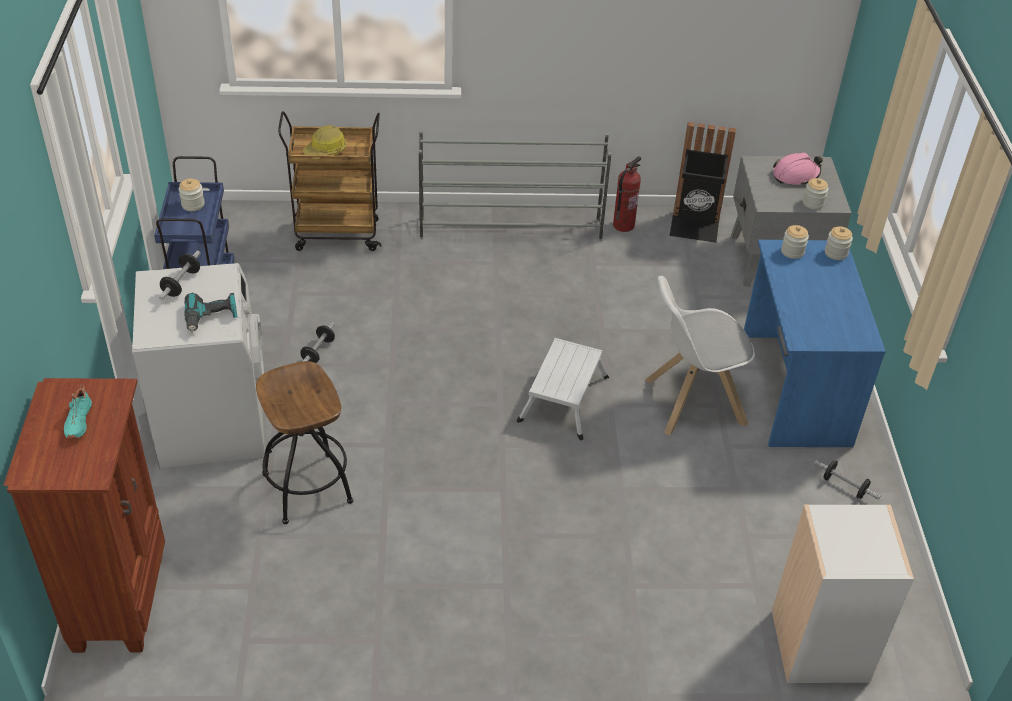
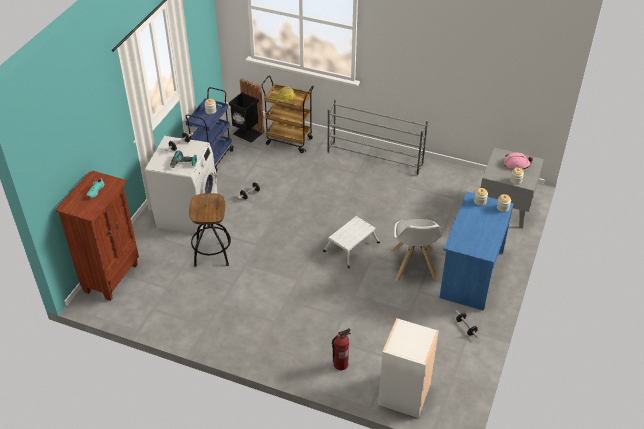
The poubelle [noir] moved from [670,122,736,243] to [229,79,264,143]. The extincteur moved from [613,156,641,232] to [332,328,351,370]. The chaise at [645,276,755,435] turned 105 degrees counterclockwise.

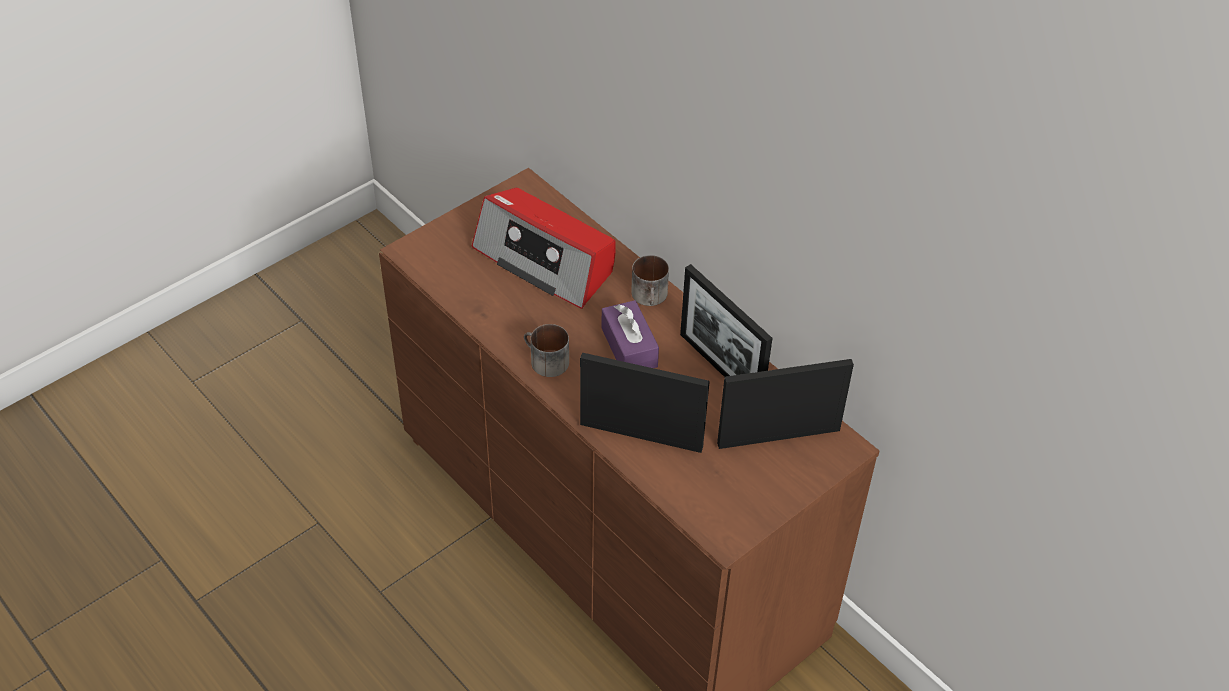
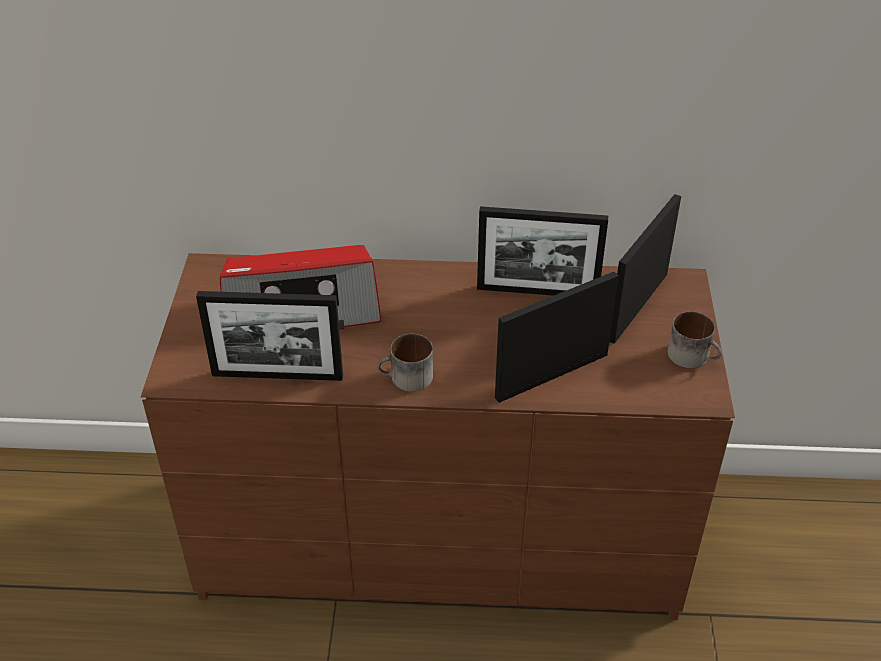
The cadre photo at [196,291,343,381] appeared. The mug moved from [631,255,669,306] to [668,312,722,368]. The boîte à mouchoirs [violet] at [601,300,659,368] disappeared.

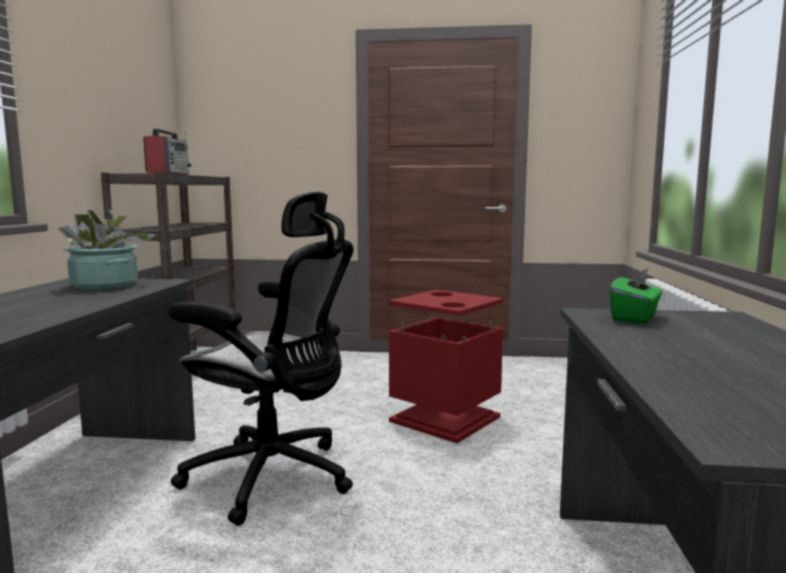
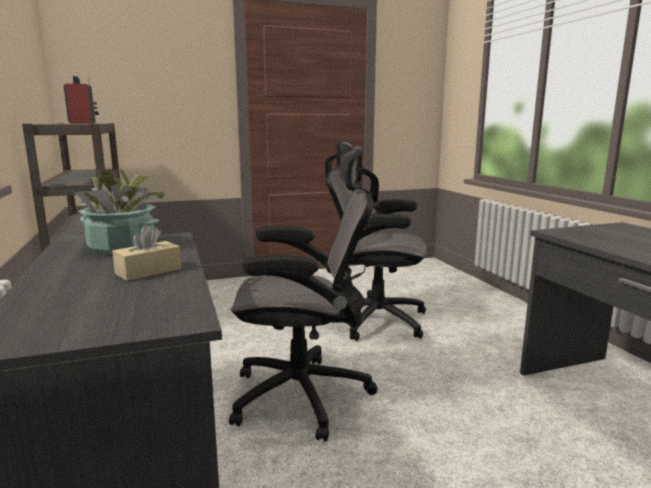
The boîte à mouchoirs [beige] at [112,225,181,281] appeared. The poubelle [rouge] at [389,290,504,443] was replaced by the chaise de bureau at [325,141,427,341]. The boîte à mouchoirs [vert] at [609,268,662,324] disappeared.

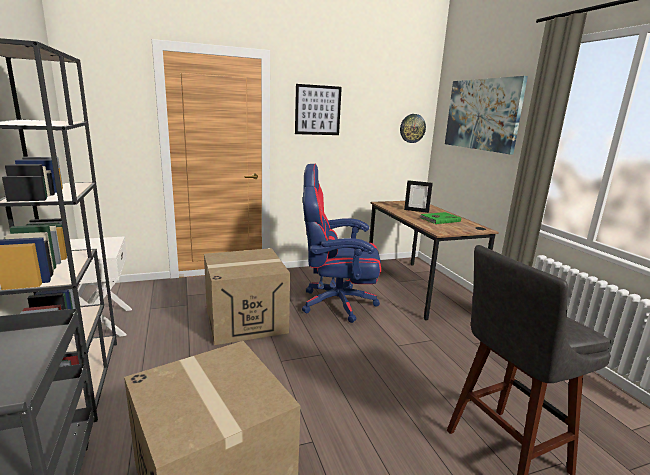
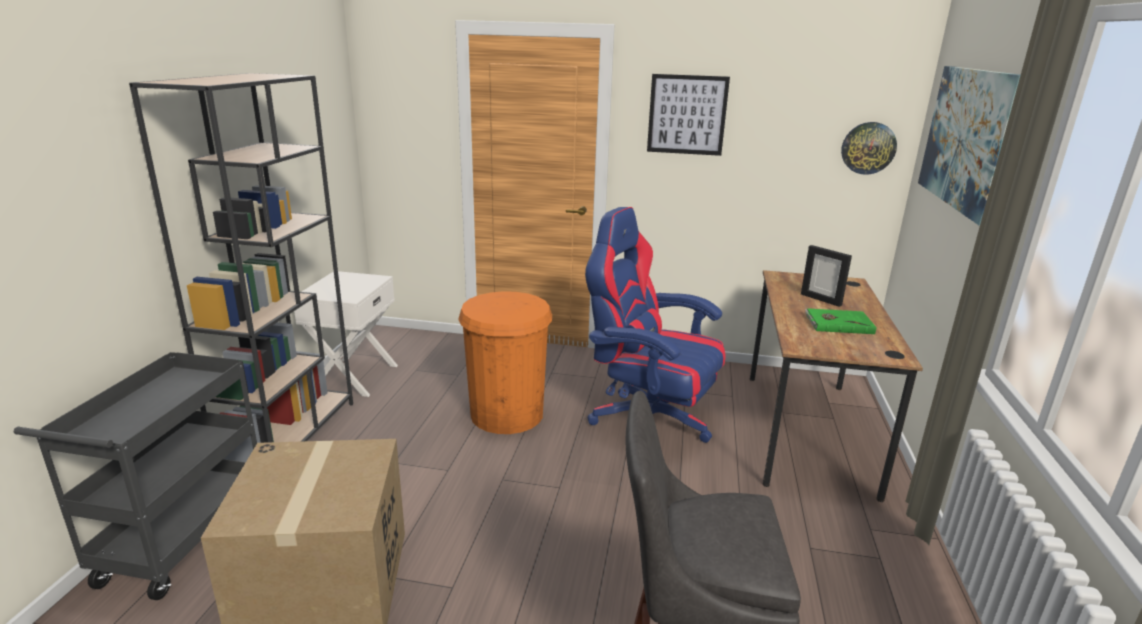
The carton at [204,248,290,345] was replaced by the poubelle [orange] at [458,291,552,434].

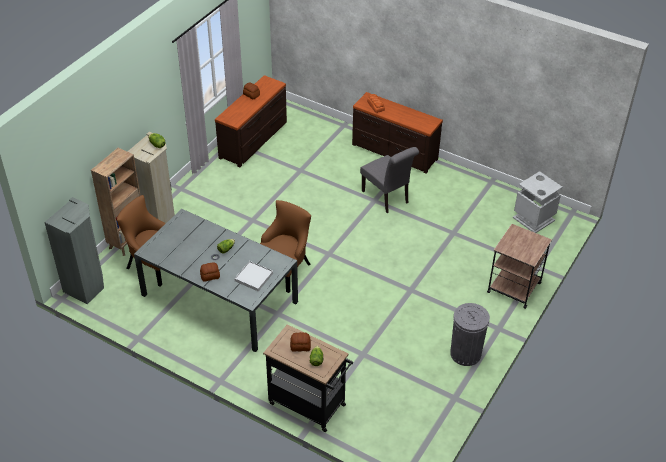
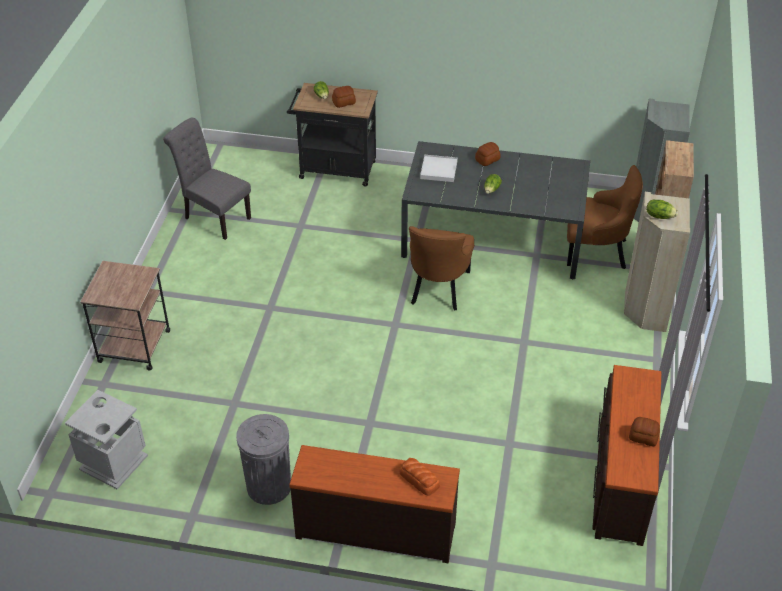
The chaise [gris] moved from [360,147,419,213] to [163,118,251,240]. The poubelle [gris] moved from [450,303,490,366] to [236,414,291,505].

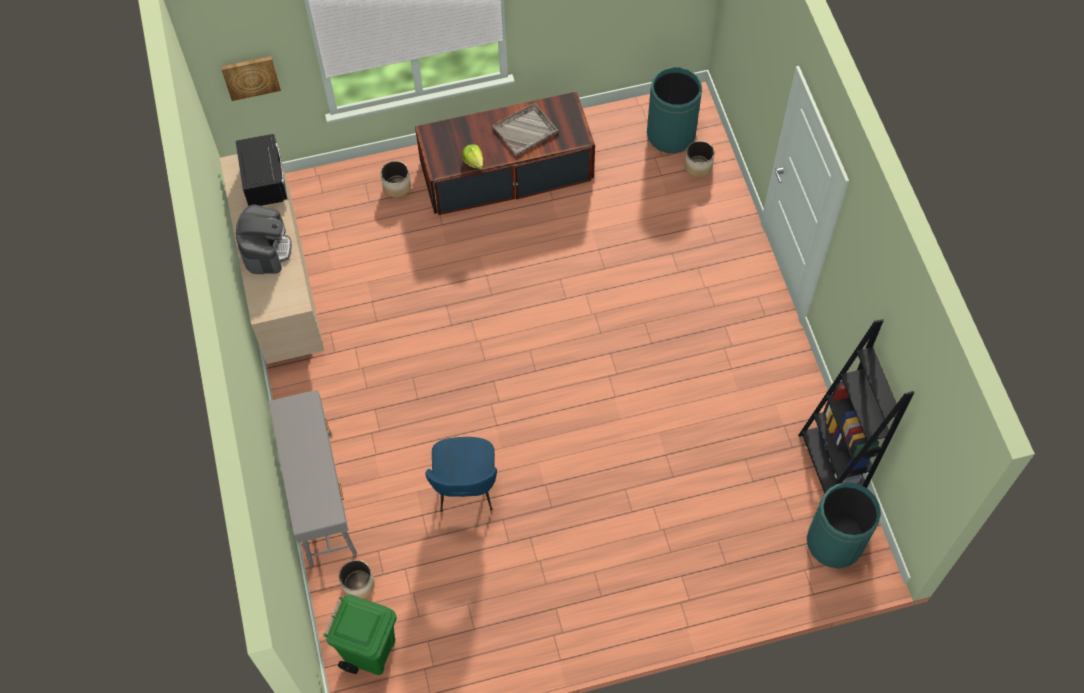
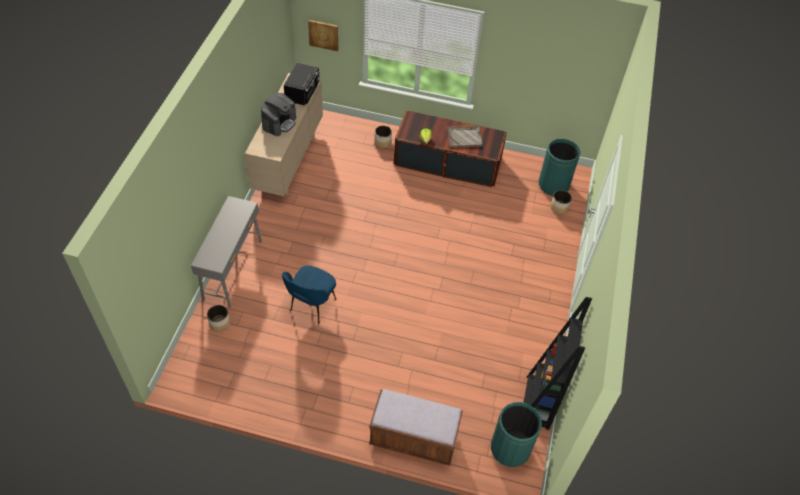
The banc [marron] at [369,389,463,466] appeared. The poubelle [vert] at [323,595,397,675] disappeared.

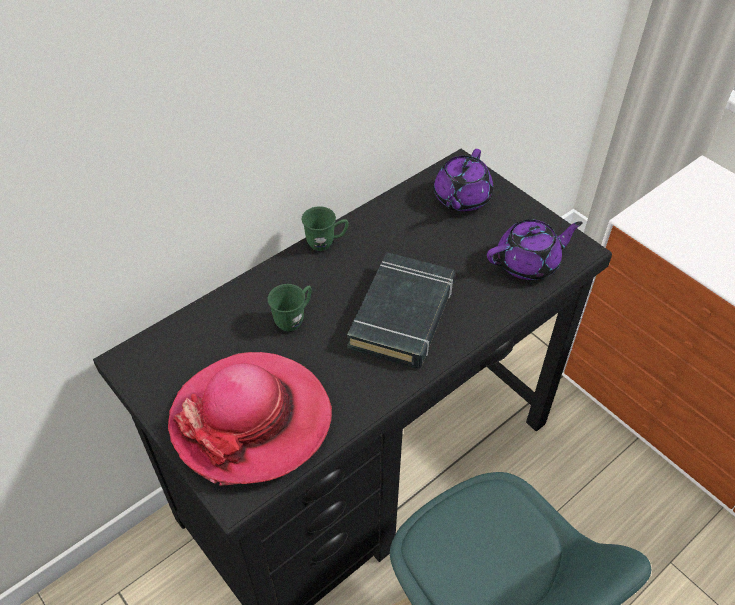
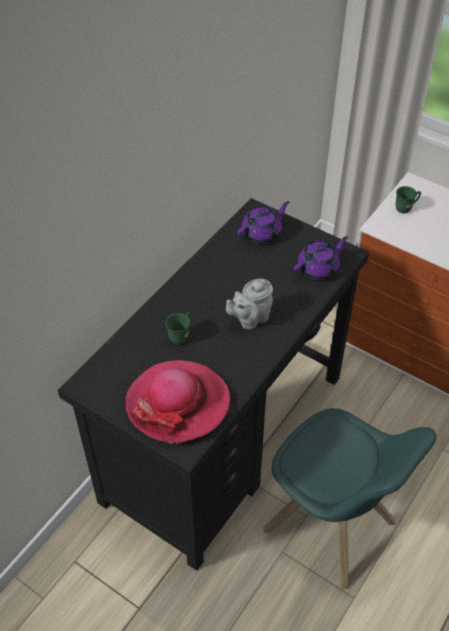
The livre [noir] at [347,252,455,369] was replaced by the théière [gris] at [226,279,273,330]. The théière [violet] at [434,149,493,211] turned 135 degrees counterclockwise. The mug [vert] moved from [302,206,349,251] to [395,186,421,213].

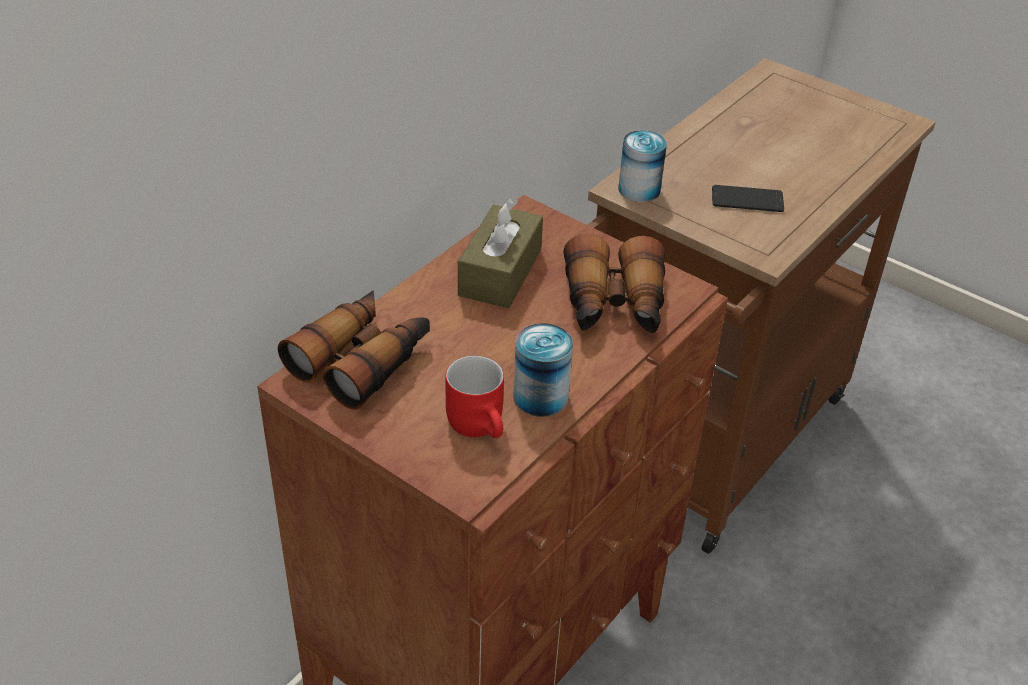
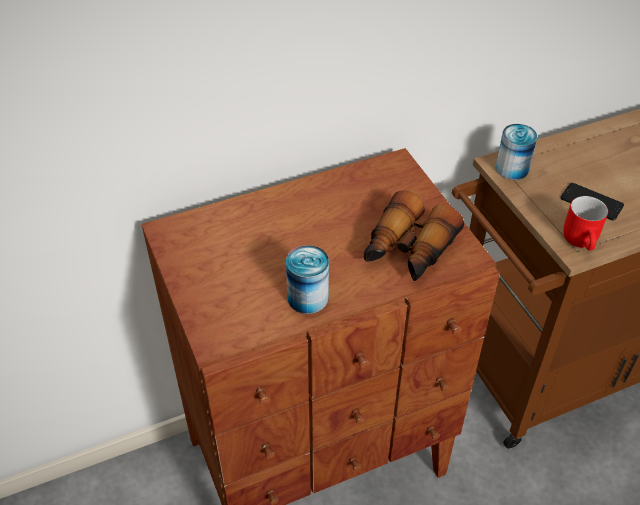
The mug [rouge] moved from [446,356,504,438] to [563,196,608,251]. The jumelles at [278,290,430,410] disappeared. The boîte à mouchoirs [marron] at [458,198,543,308] disappeared.

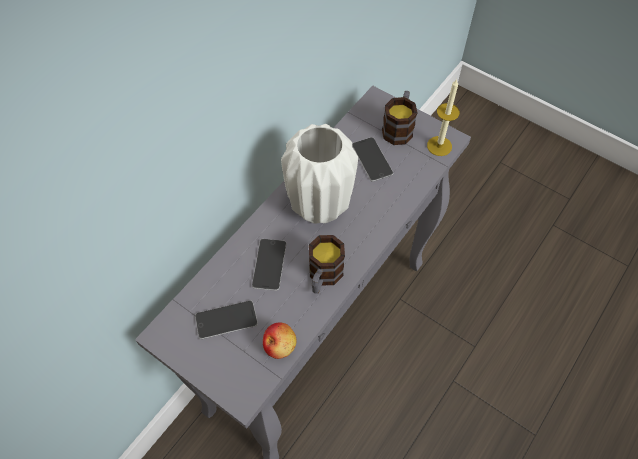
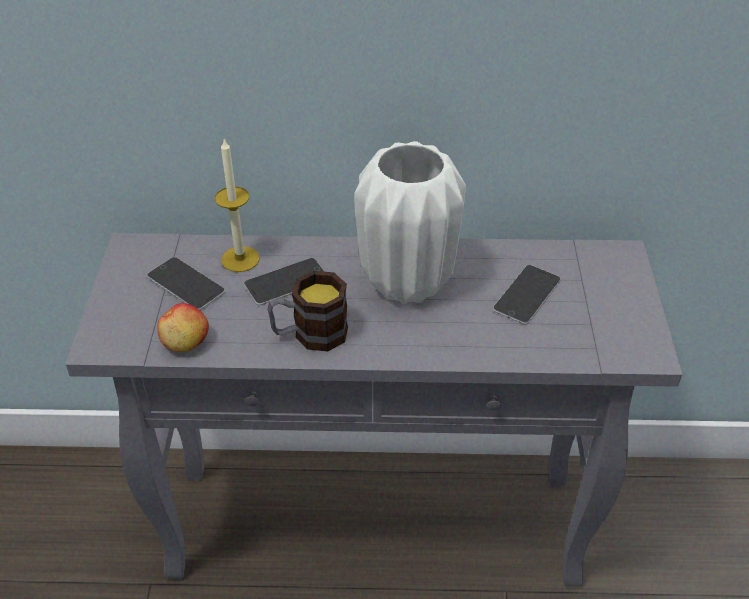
The bougie moved from [427,78,460,156] to [215,138,260,272]. The mug at [382,91,417,145] disappeared.

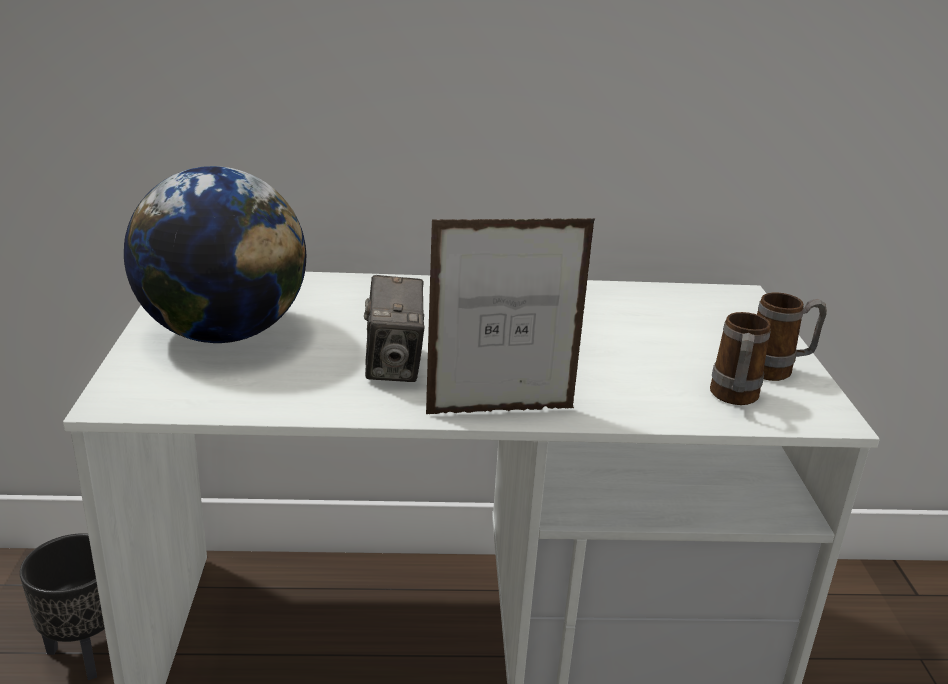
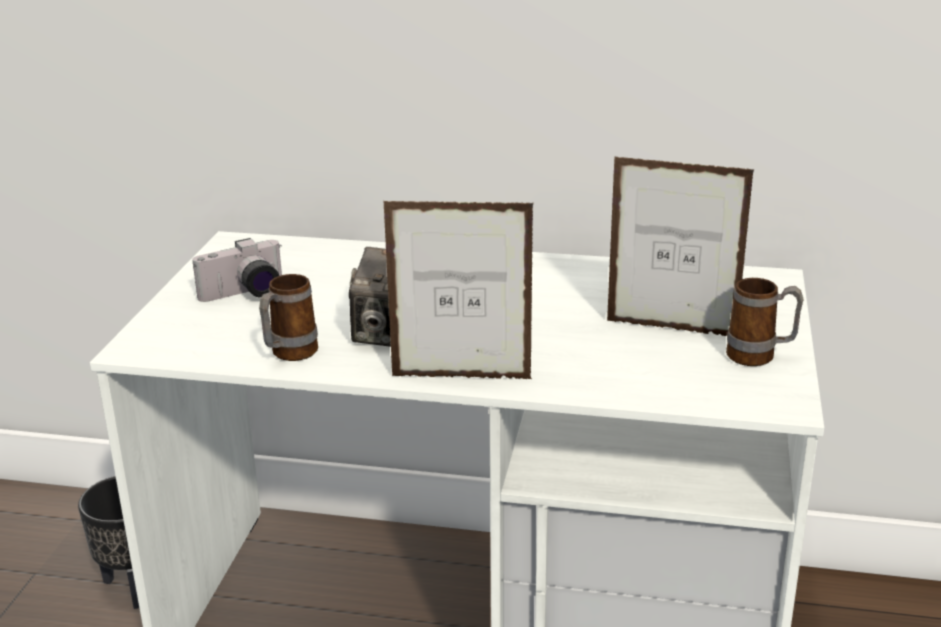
The globe at [124,166,306,343] was replaced by the appareil photo at [192,238,282,302]. The mug moved from [710,312,771,405] to [259,274,318,361]. The cadre photo at [607,156,754,336] appeared.

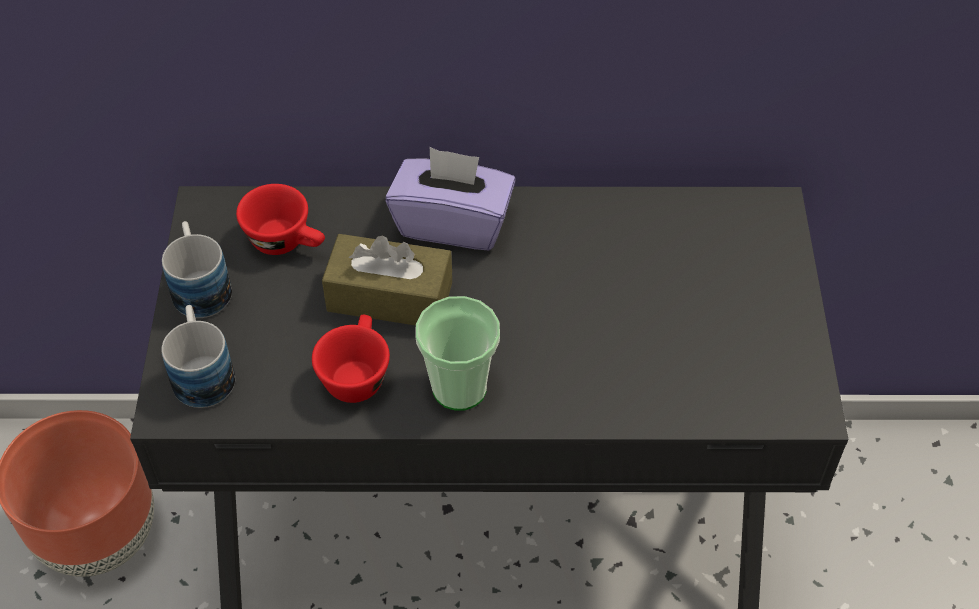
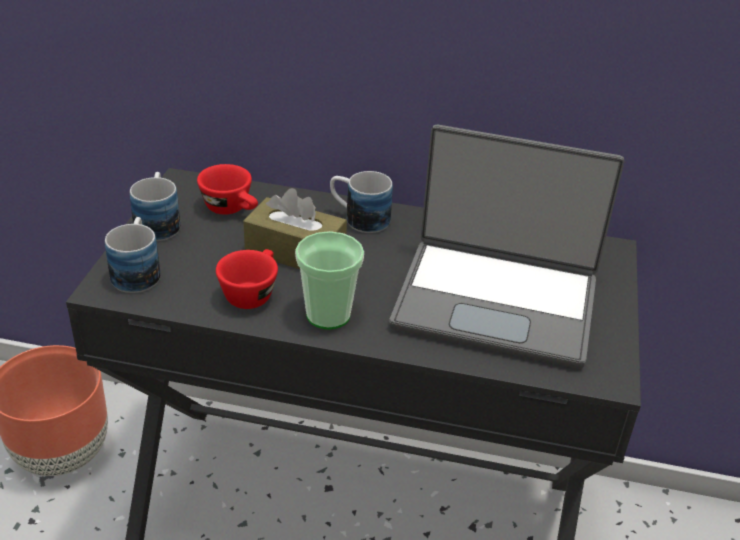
The boîte à mouchoirs [violet] at [385,147,516,250] was replaced by the mug at [330,171,393,233]. The ordinateur portable at [389,124,624,369] appeared.

